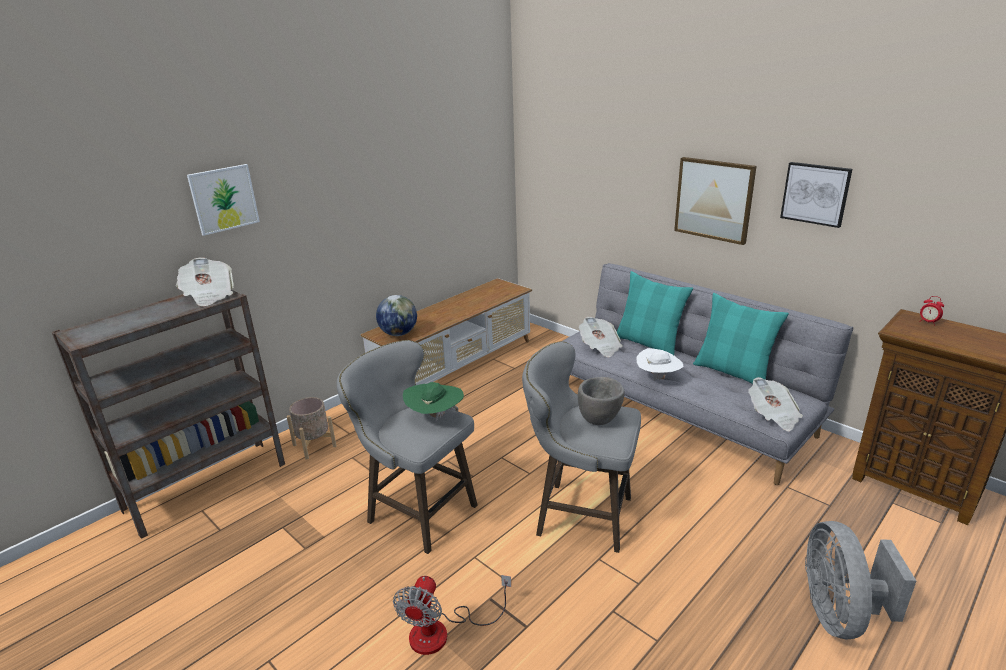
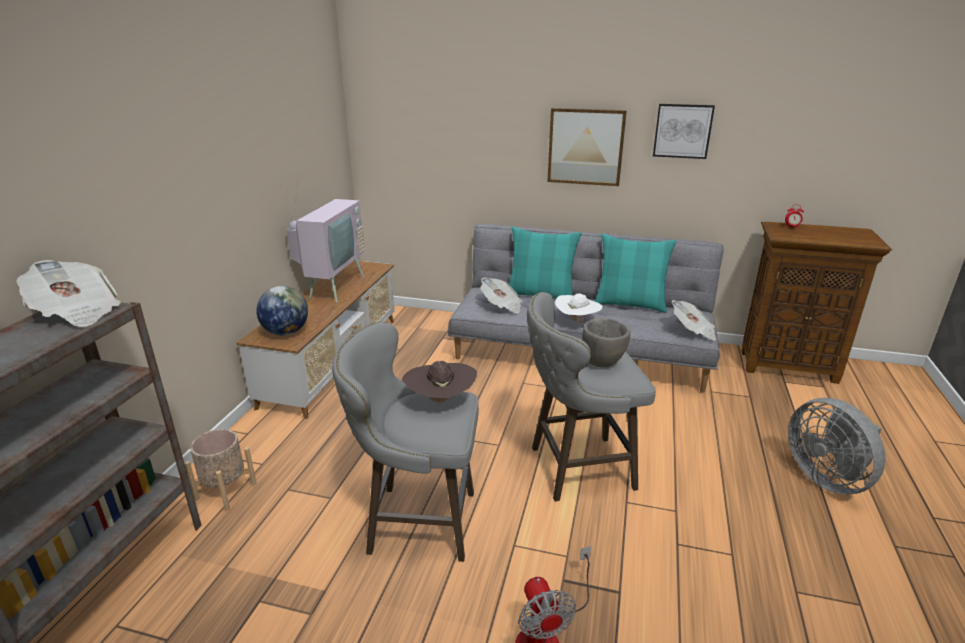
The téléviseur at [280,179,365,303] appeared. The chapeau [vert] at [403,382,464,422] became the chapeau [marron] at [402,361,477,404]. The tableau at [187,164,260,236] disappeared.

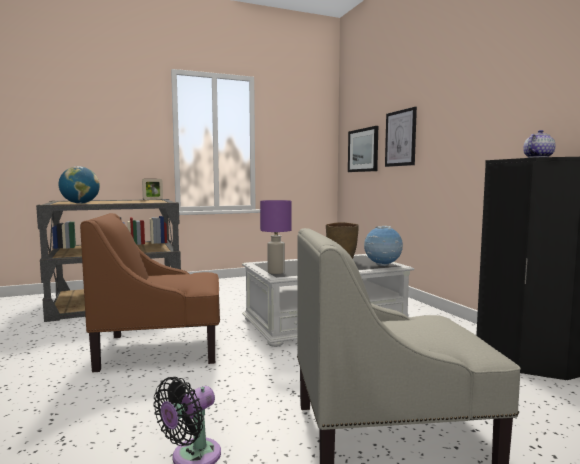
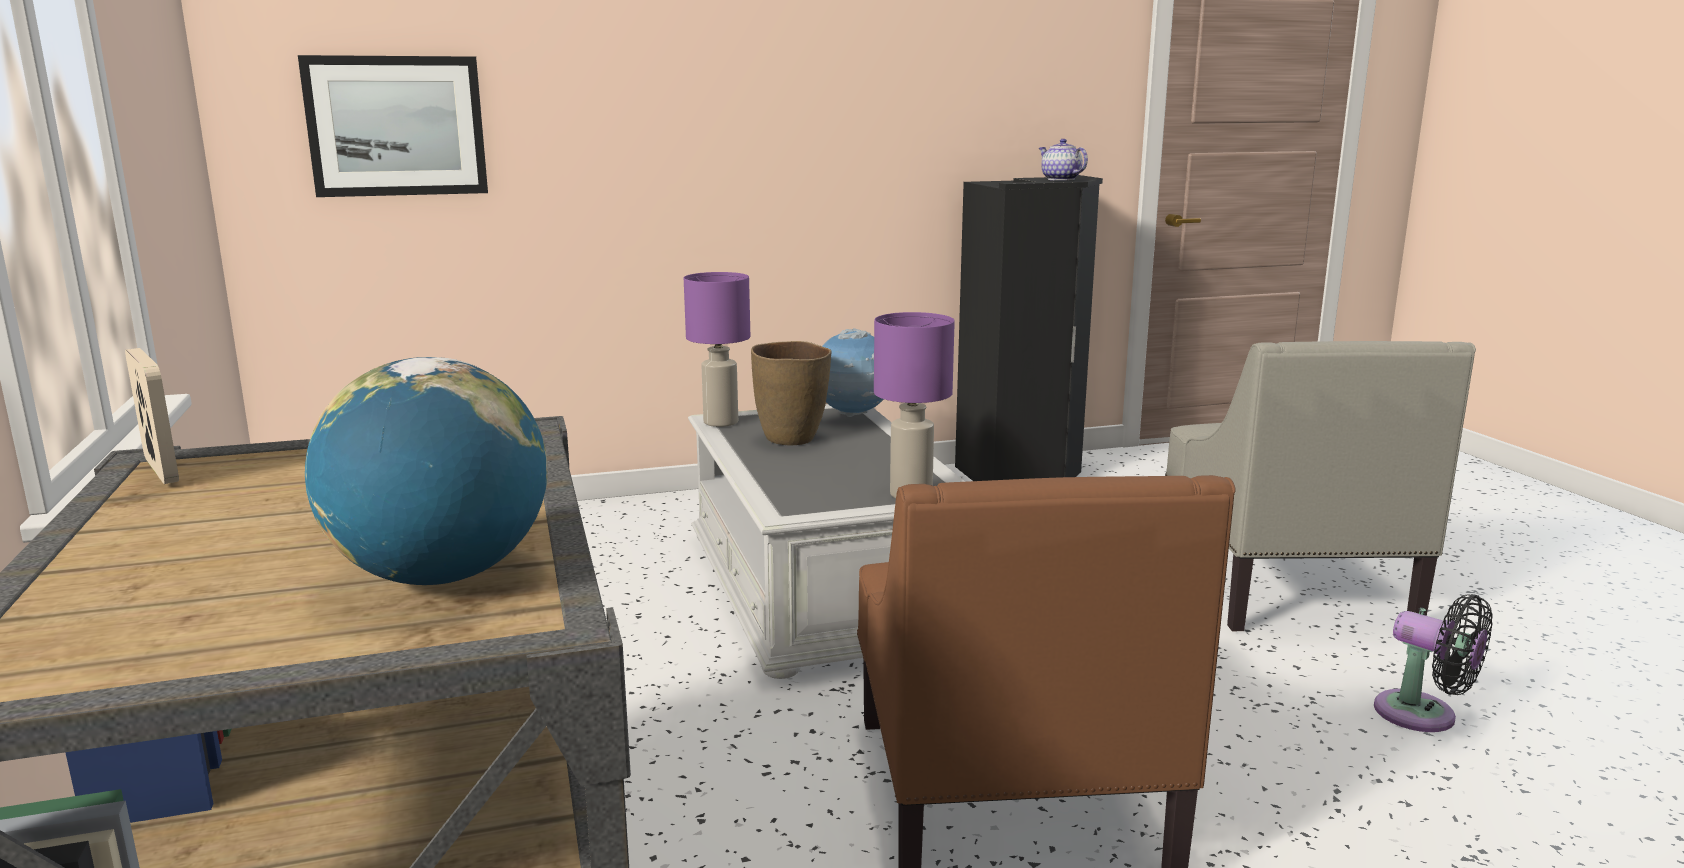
The lampe de table [violet] at [684,272,750,427] appeared. The tableau at [385,107,417,167] disappeared.

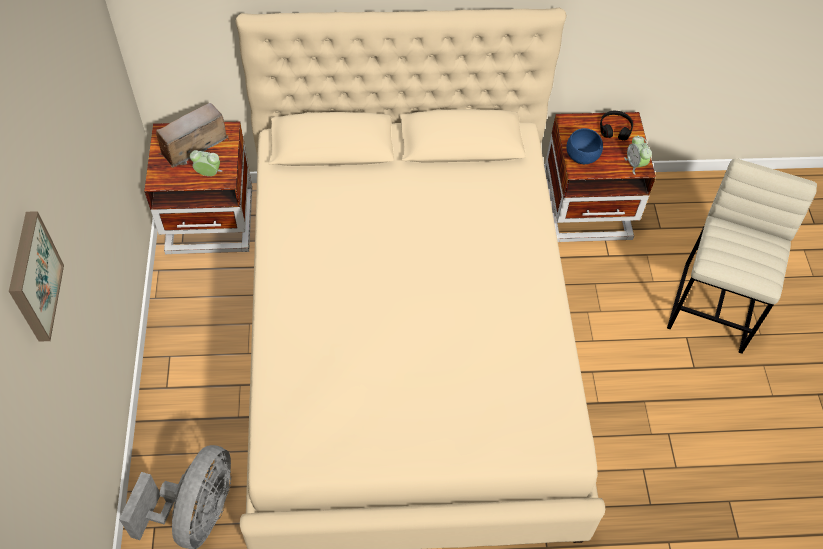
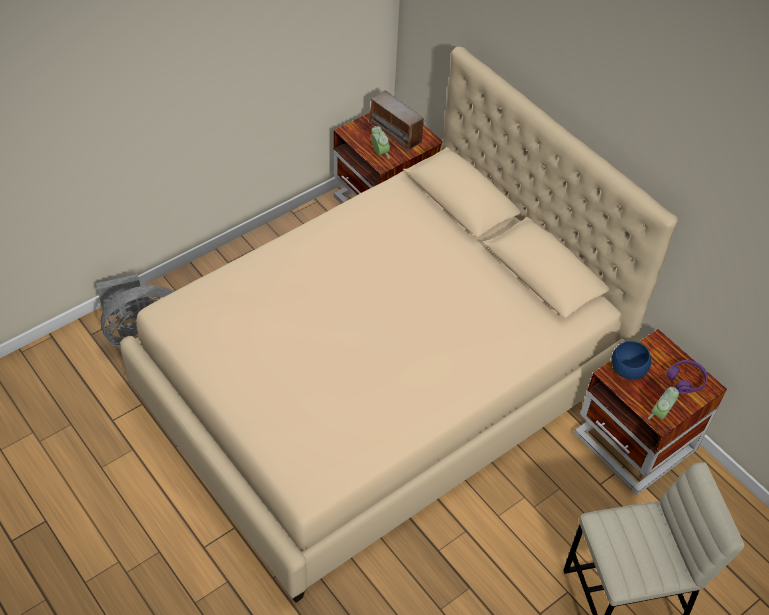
The radio at [156,103,229,168] turned 150 degrees counterclockwise. The casque audio [noir] at [600,111,633,140] became the casque audio [violet] at [666,360,708,394]. The tableau at [9,211,64,342] disappeared.

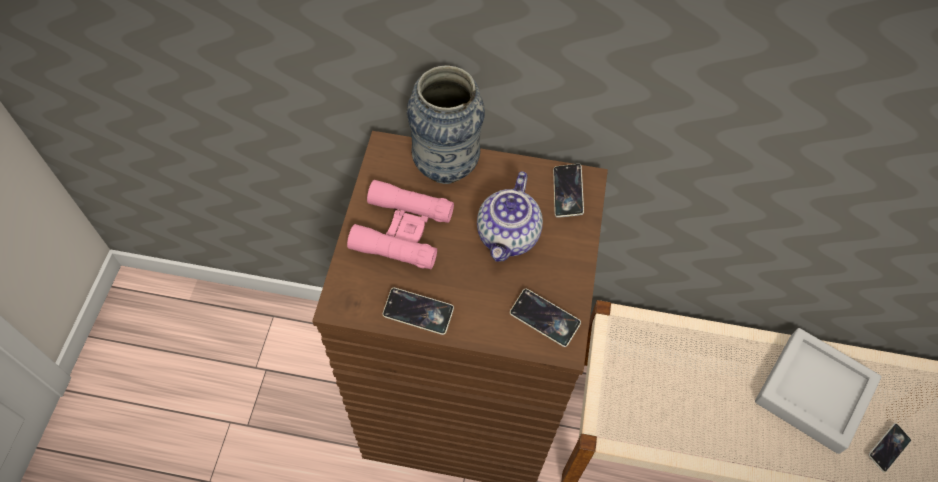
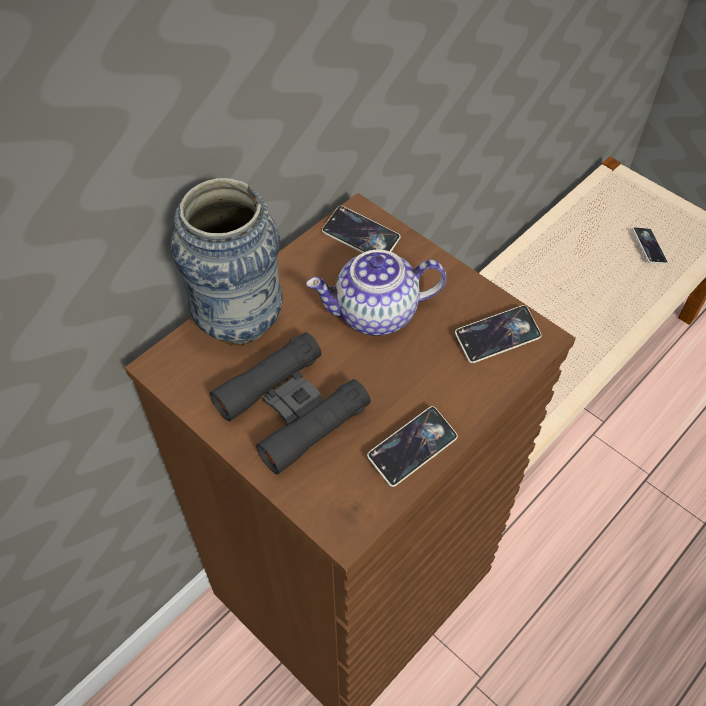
The jumelles [rose] at [347,180,454,269] became the jumelles [noir] at [210,332,371,474]. The théière at [477,171,543,262] turned 120 degrees clockwise. The plateau [gris] at [755,328,882,454] disappeared.

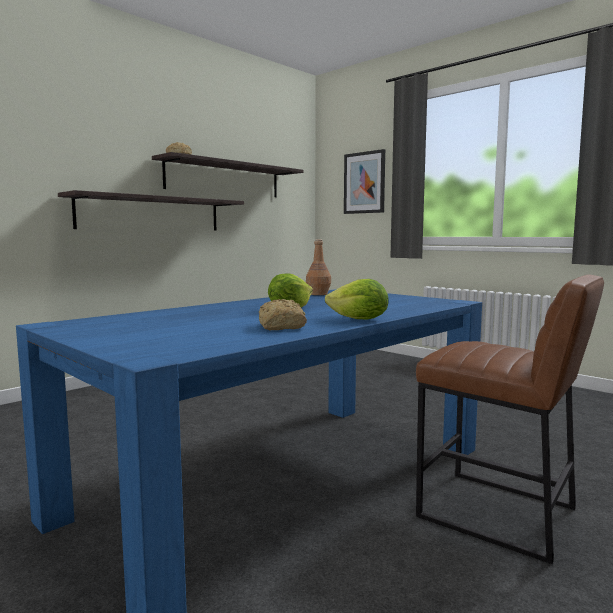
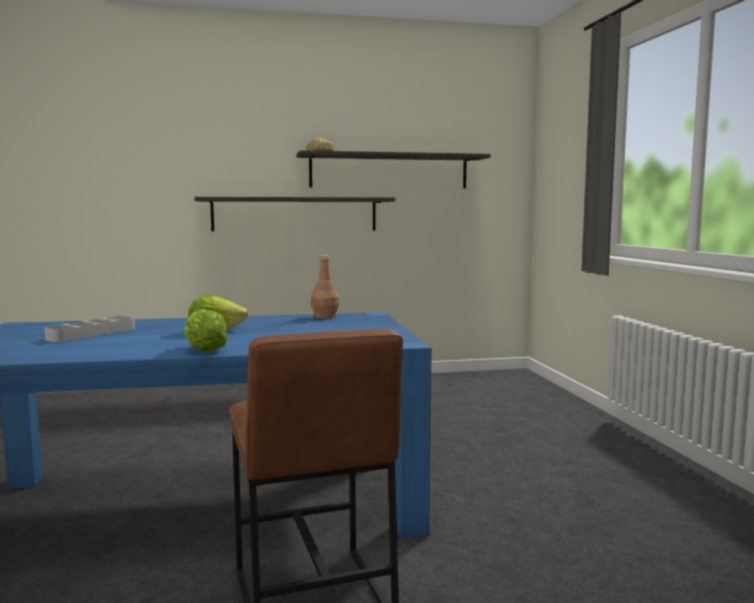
The plateau [gris] at [44,316,135,342] appeared. The pain at [259,299,307,330] disappeared. The tableau at [344,149,385,214] disappeared.

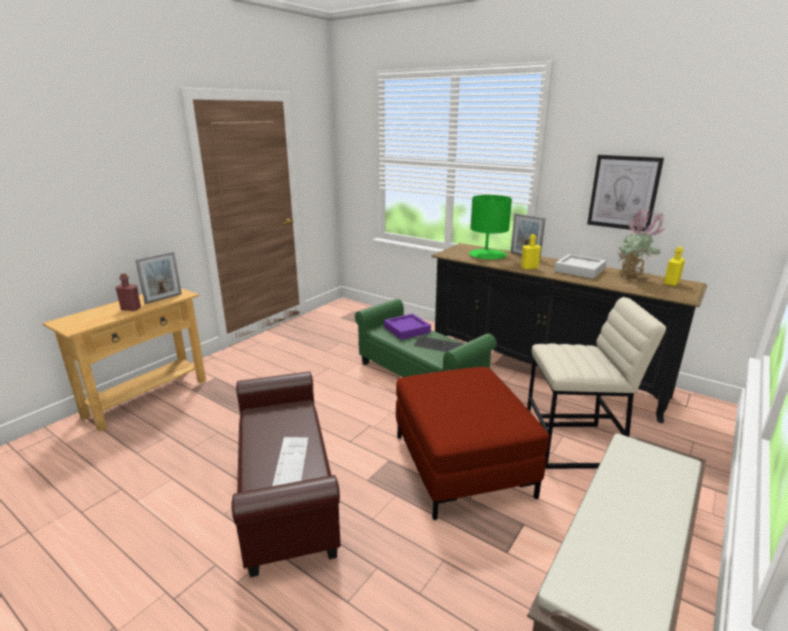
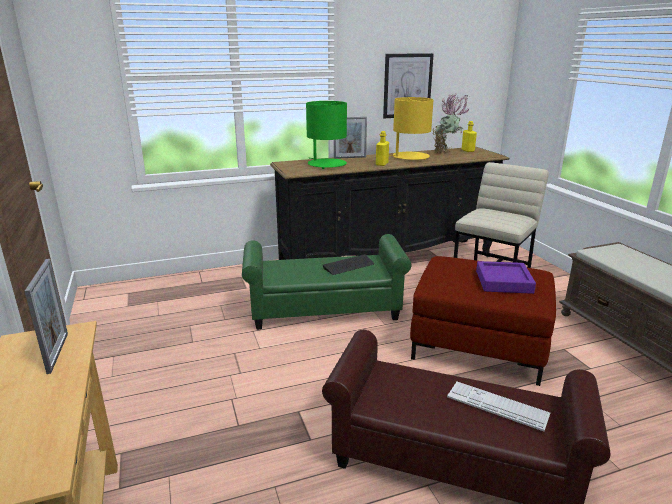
The plateau [gris] at [554,254,606,279] was replaced by the lampe de table [jaune] at [389,97,434,160]. The plateau [violet] moved from [384,314,431,340] to [476,261,536,294]. The bouteille [rouge] at [116,273,141,311] disappeared.

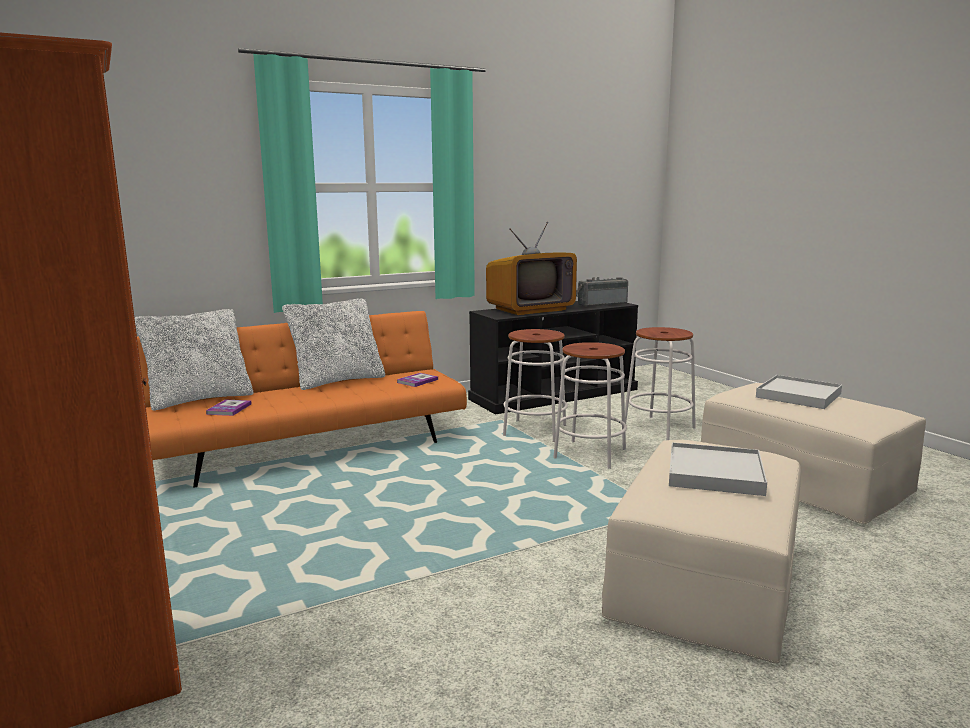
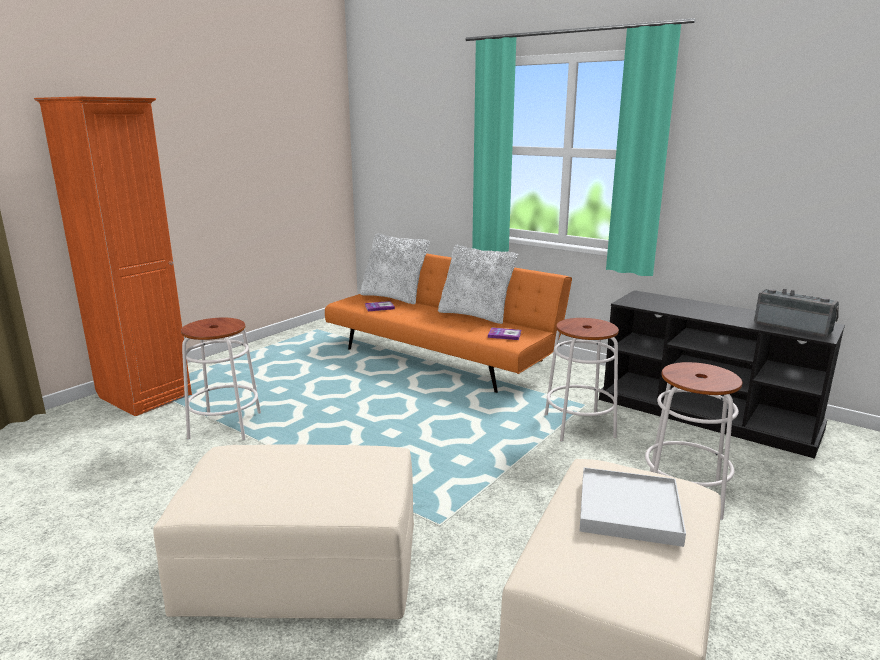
The tabouret [blanc] moved from [553,342,627,469] to [181,318,261,440]. The téléviseur at [486,221,577,315] disappeared. The plateau [blanc] at [669,442,767,496] disappeared.

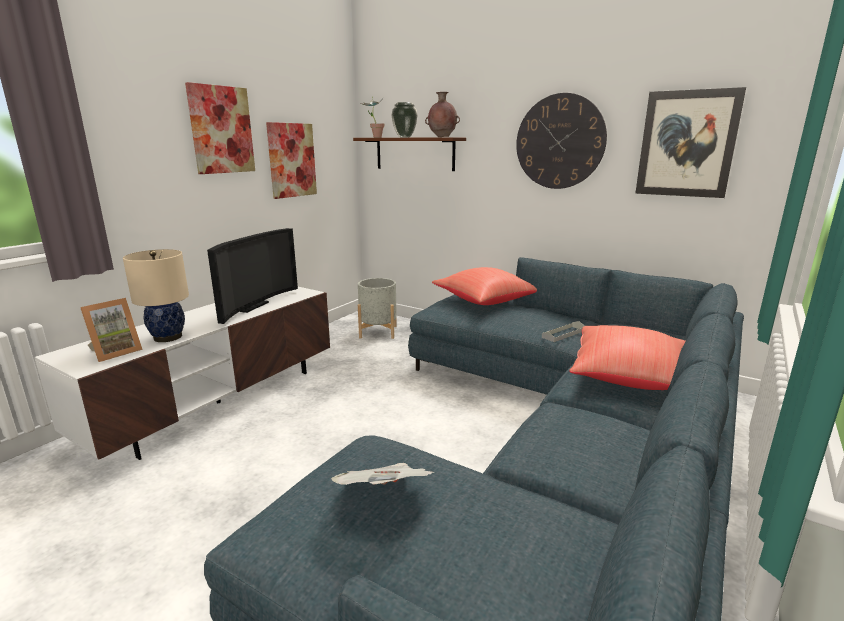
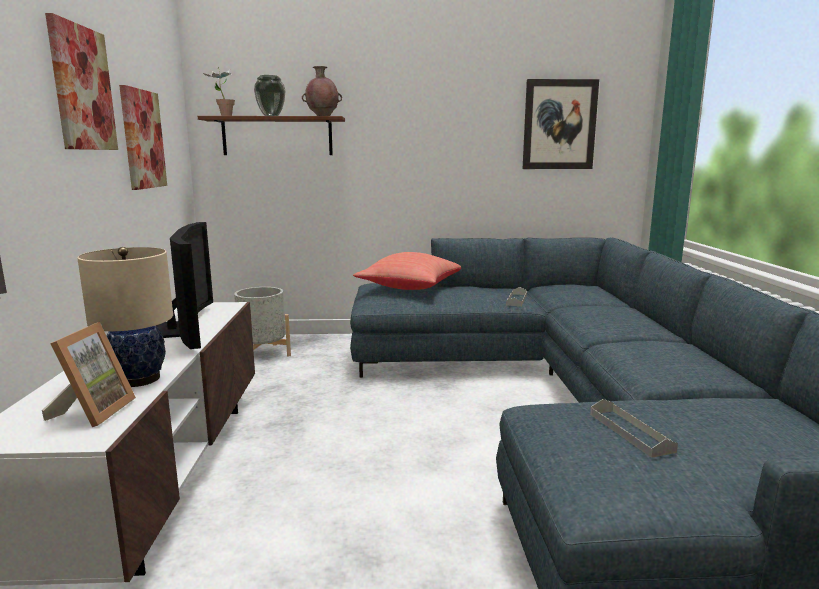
The journal at [331,463,434,485] was replaced by the plateau [gris] at [590,399,678,458]. The horloge murale at [516,93,607,189] disappeared. The coussin [rouge] at [569,325,686,390] disappeared.

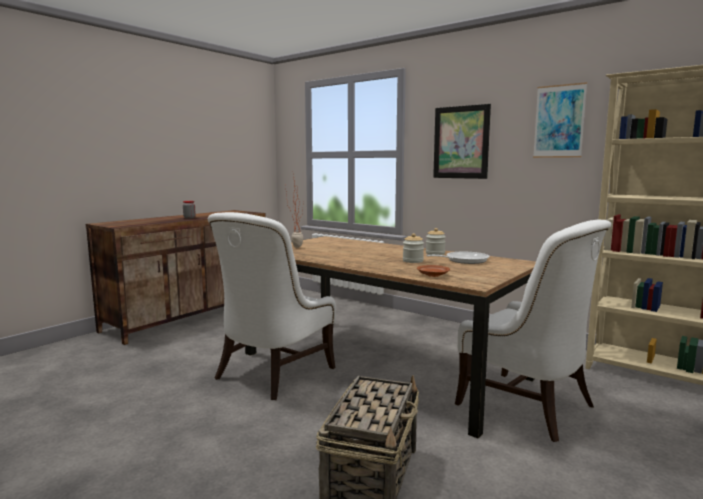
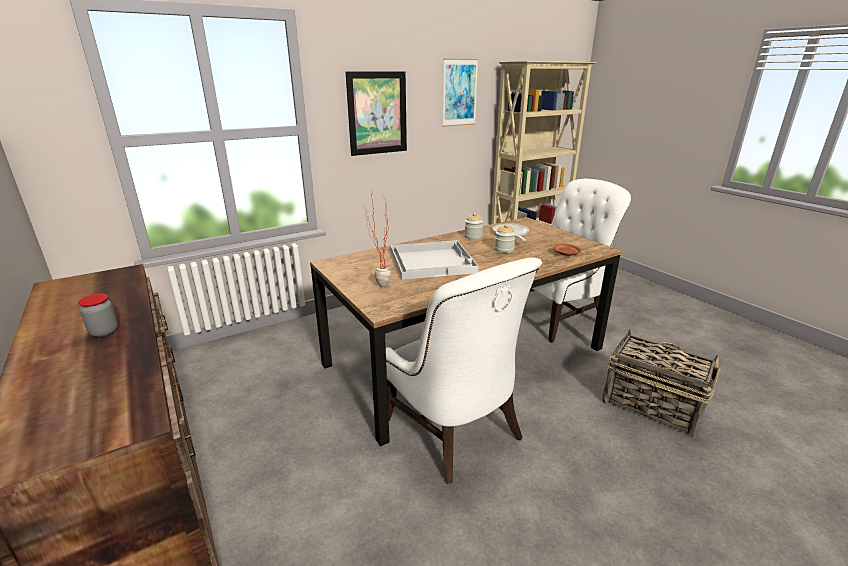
The plateau [blanc] at [390,240,478,280] appeared.

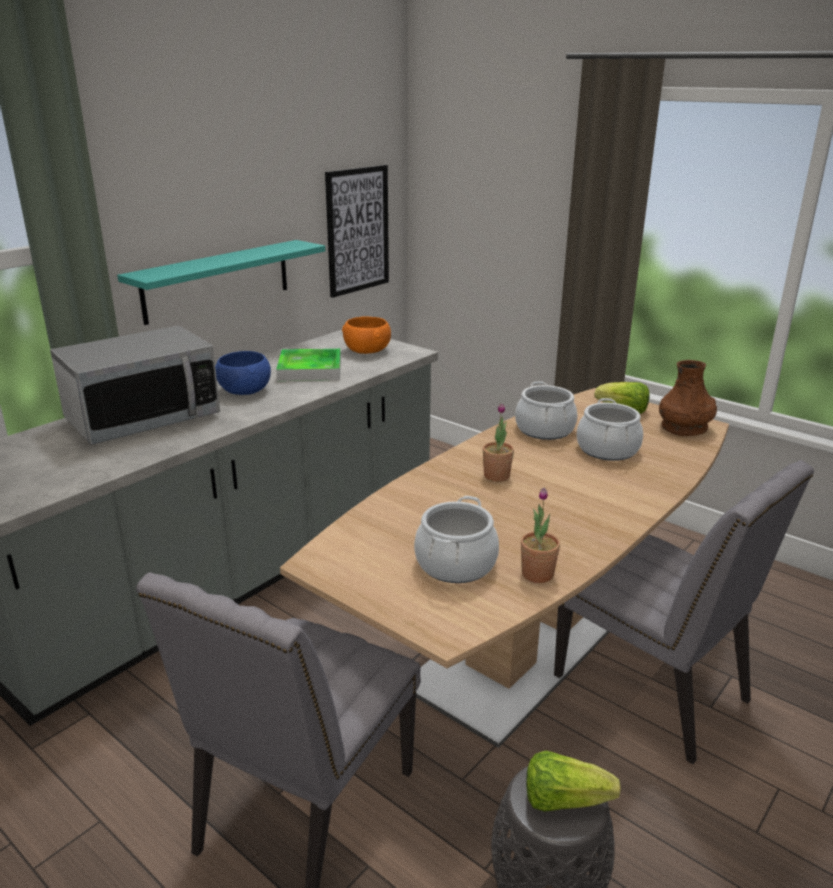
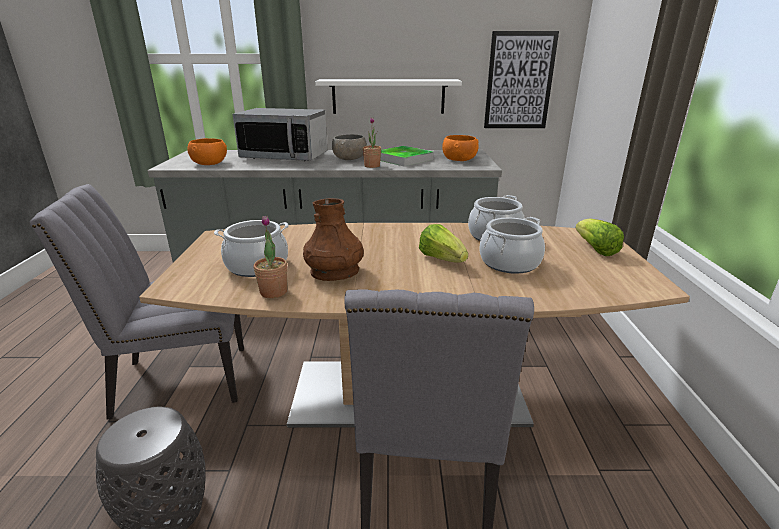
The bol [orange] at [187,138,227,165] appeared. The vase [marron] moved from [659,360,717,436] to [303,198,364,281]. The étagère [turquoise] at [117,240,325,325] became the étagère [blanc] at [315,79,462,114]. The bol [bleu] at [215,351,271,395] became the bol [gris] at [332,134,367,160]. The plante en pot moved from [482,404,514,482] to [363,117,381,168]. The laitue moved from [526,750,621,812] to [419,224,468,263].

